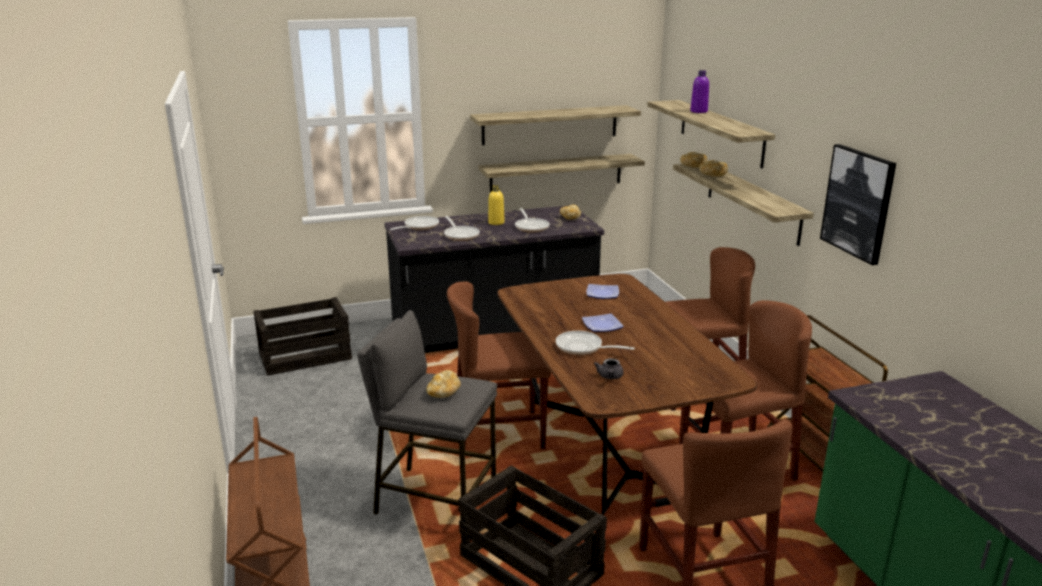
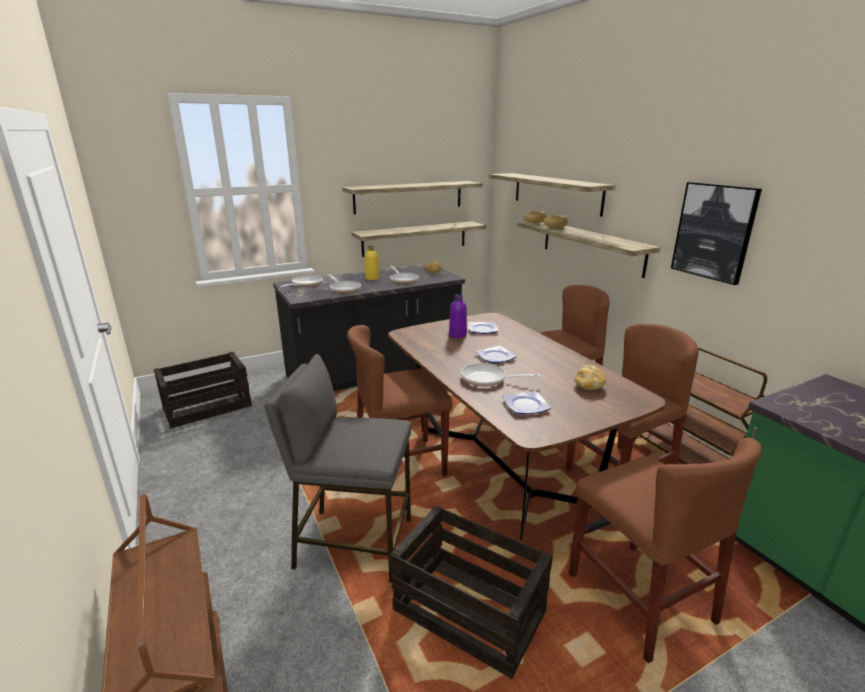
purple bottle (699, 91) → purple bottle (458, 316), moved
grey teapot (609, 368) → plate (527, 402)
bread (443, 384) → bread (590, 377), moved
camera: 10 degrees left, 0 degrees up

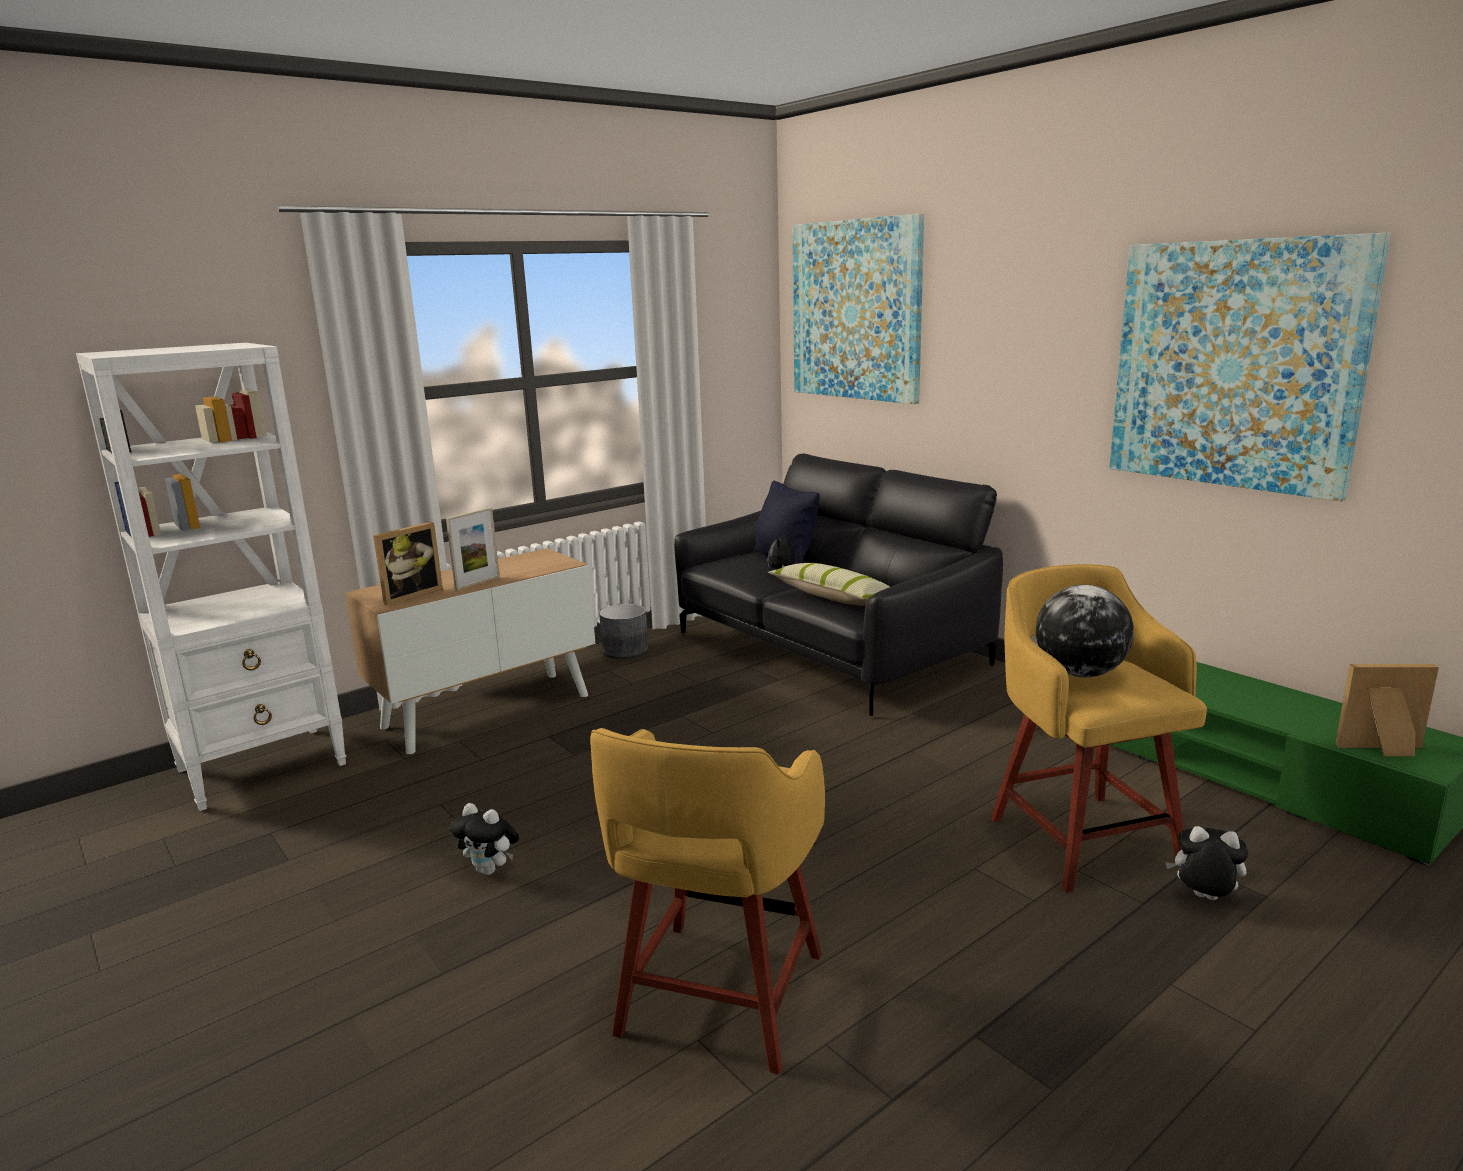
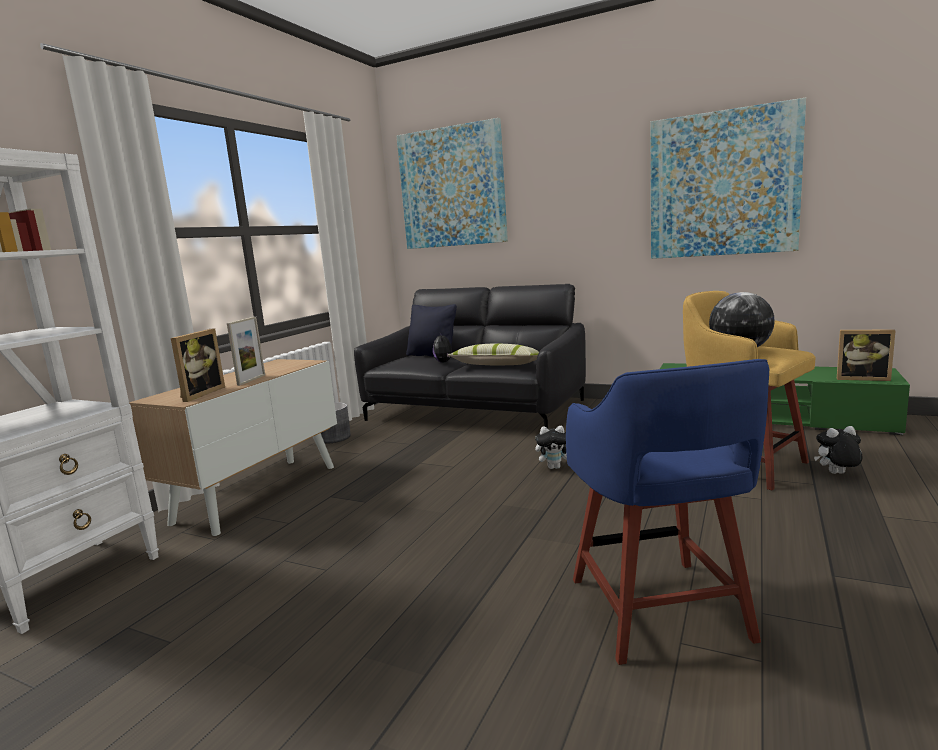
picture frame (1387, 710) → picture frame (866, 355), 135 degrees counterclockwise
yellow stool (707, 901) → blue stool (667, 512)
plush toy (484, 839) → plush toy (551, 447), moved
camera: 25 degrees left, 5 degrees down

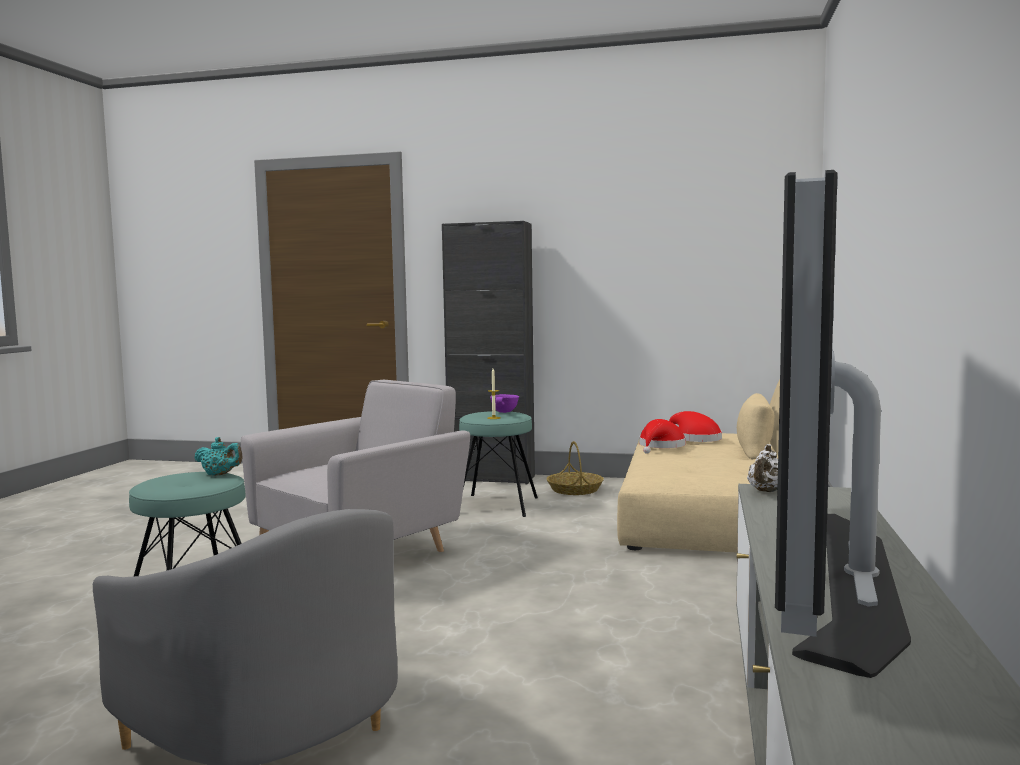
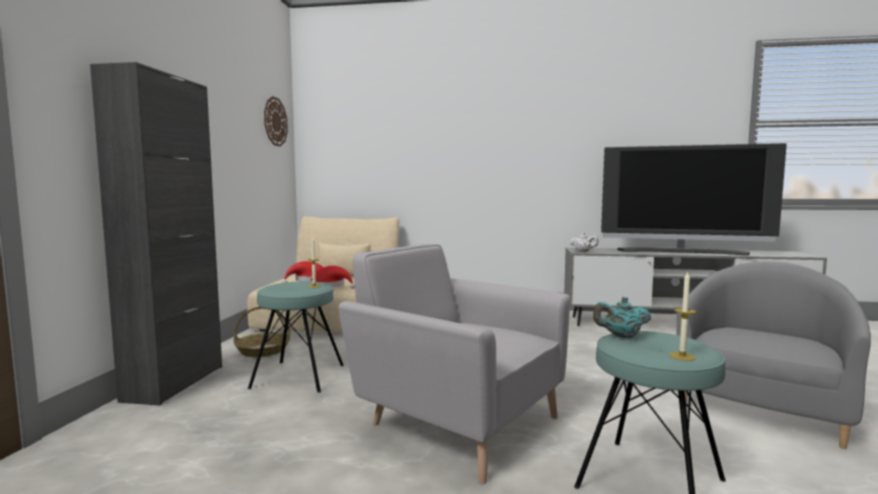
purple bowl (504, 403) → -
turquoise teapot (218, 456) → turquoise teapot (622, 317), 105 degrees counterclockwise
- → wall clock (276, 121)
- → candle (683, 316)
camera: 95 degrees left, 0 degrees up

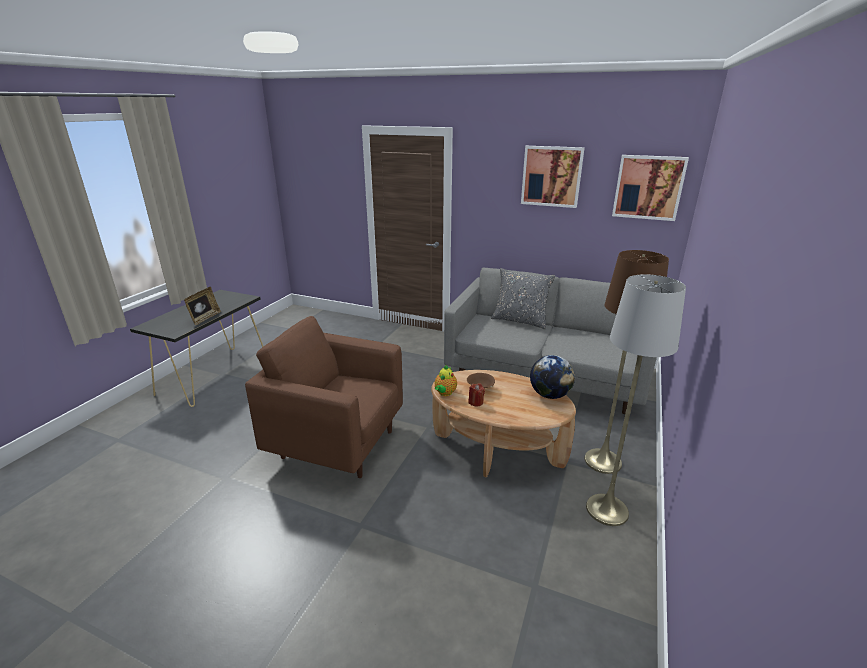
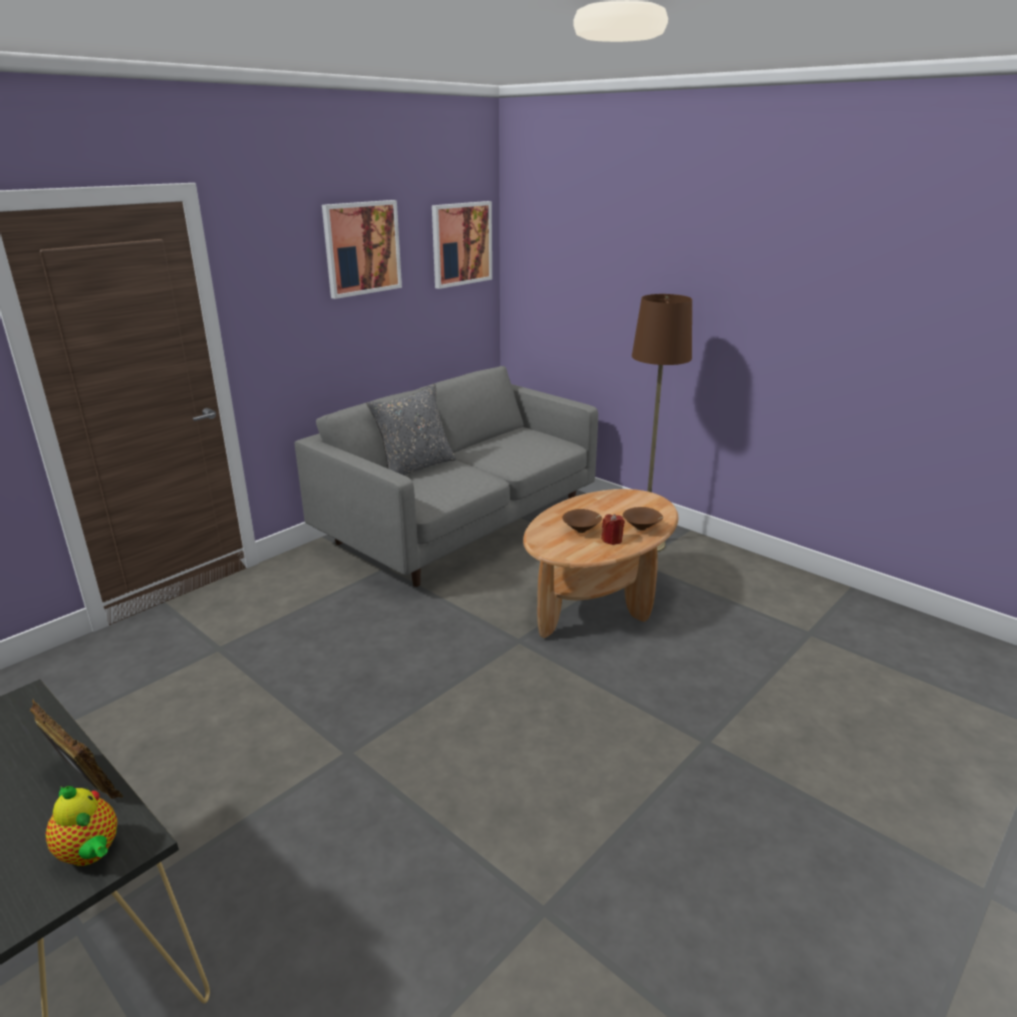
grey floor lamp (636, 400) → -
brown armchair (324, 397) → -
globe (552, 377) → -
teapot (446, 380) → teapot (81, 826), moved
- → brown bowl (643, 519)
camera: 70 degrees left, 0 degrees up

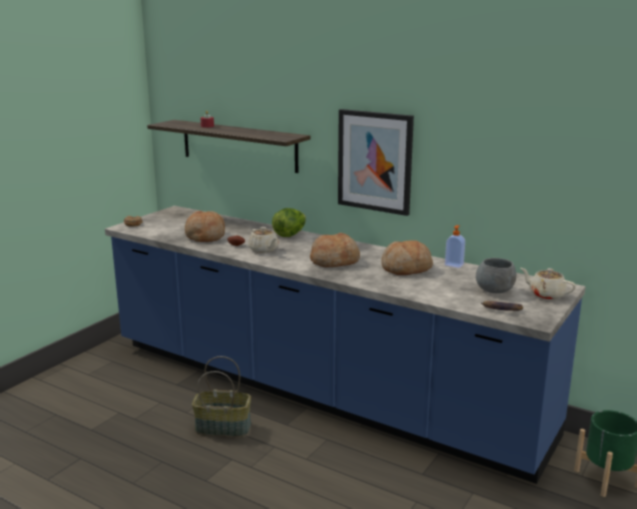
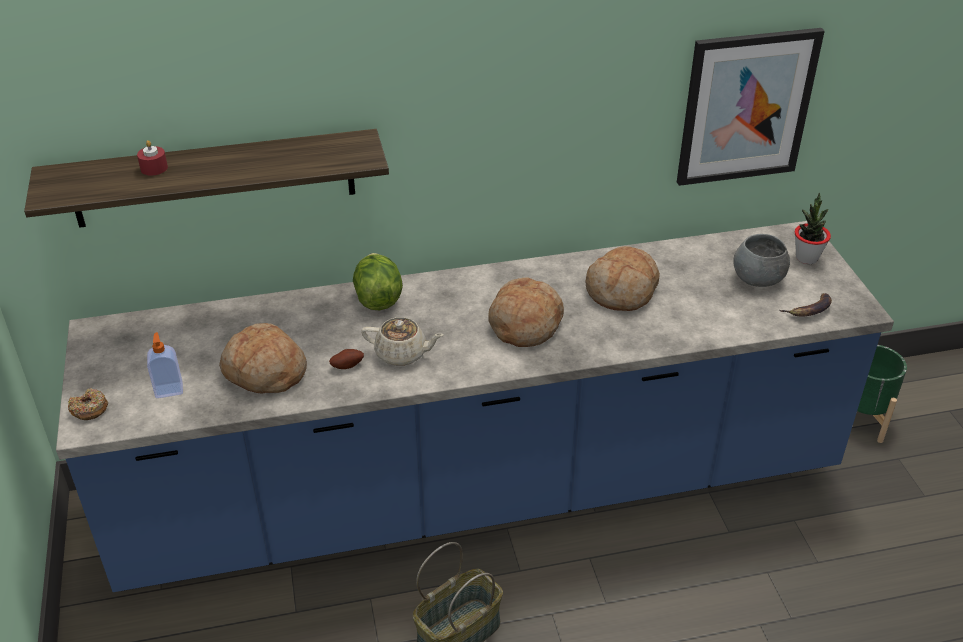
picture (376, 162) → picture (751, 107), moved
soap dispenser (455, 246) → soap dispenser (165, 365), moved
beige teapot (548, 284) → potted plant (813, 228)
camera: 45 degrees left, 20 degrees up

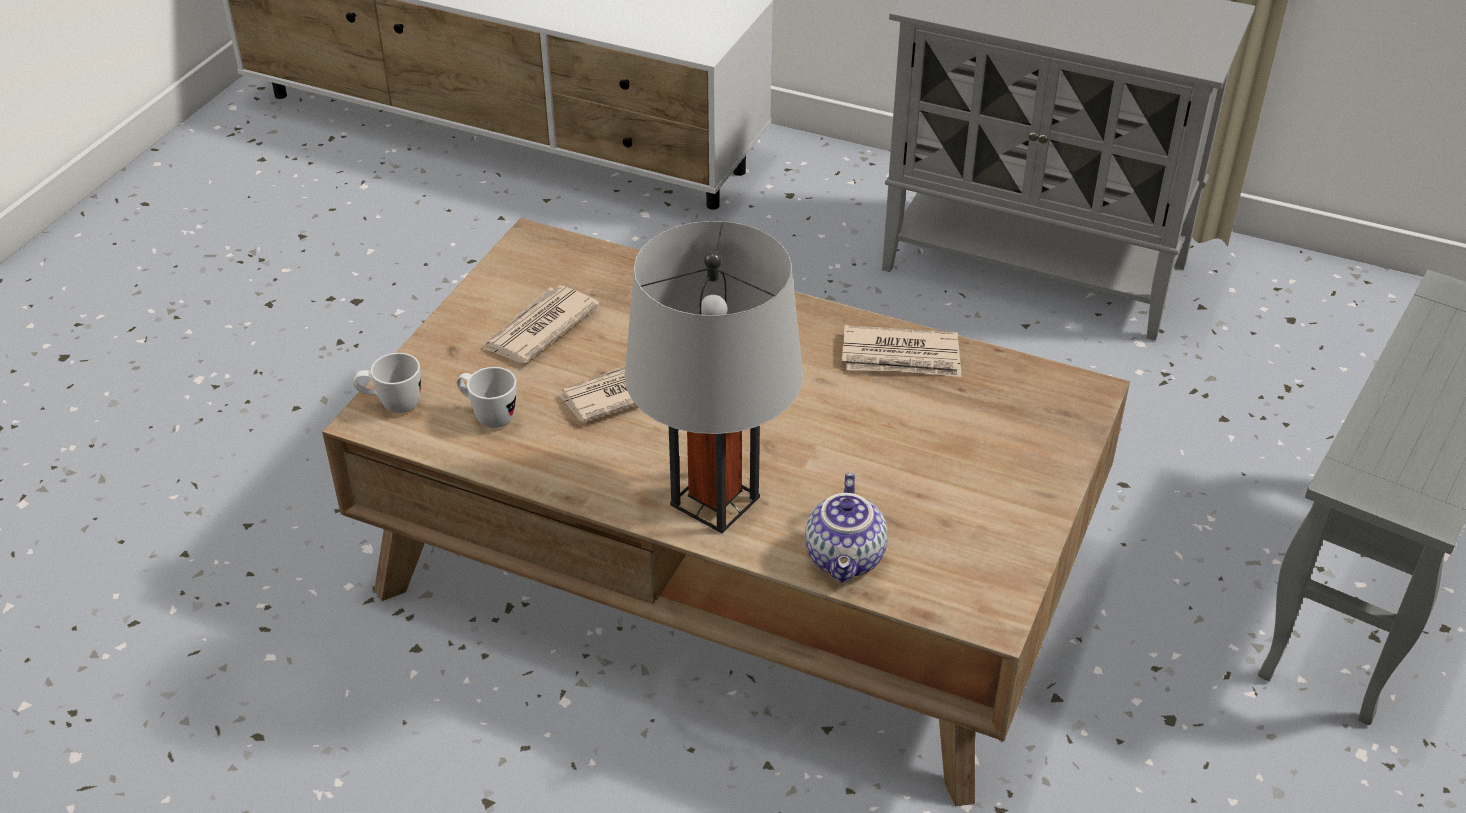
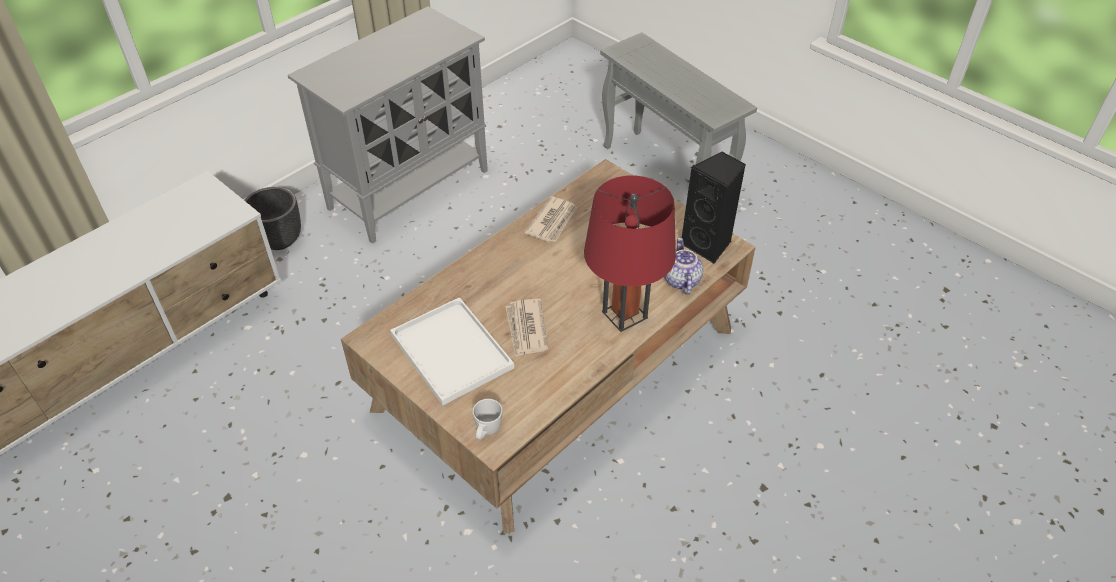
grey table lamp (713, 377) → red table lamp (630, 254)
newspaper (541, 324) → white tray (452, 351)
white mug (487, 397) → -
teapot (846, 528) → teapot (684, 266), 120 degrees counterclockwise
- → black speaker (714, 207)
- → black planter (272, 218)
camera: 70 degrees left, 5 degrees up

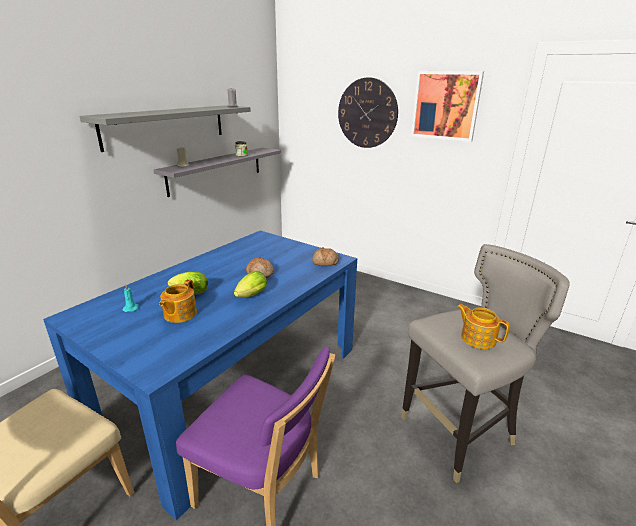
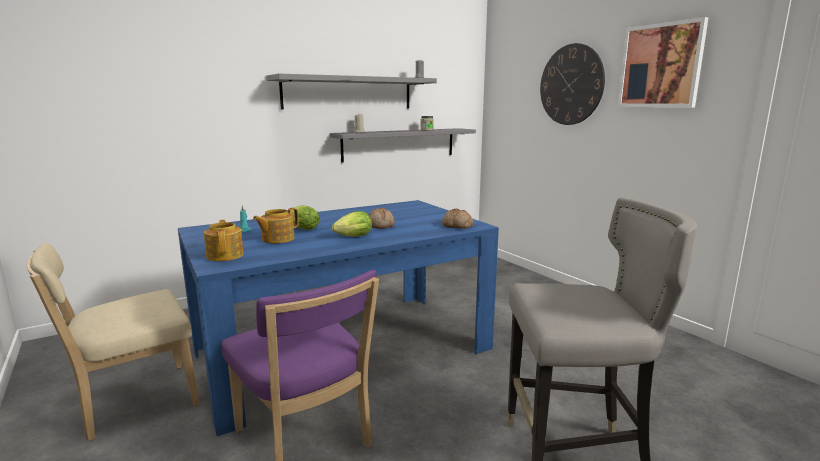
teapot (483, 326) → teapot (224, 240), moved
camera: 25 degrees right, 10 degrees down

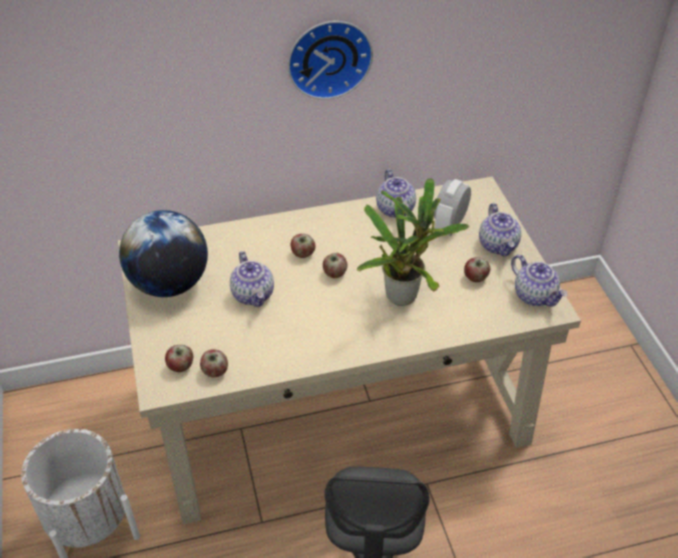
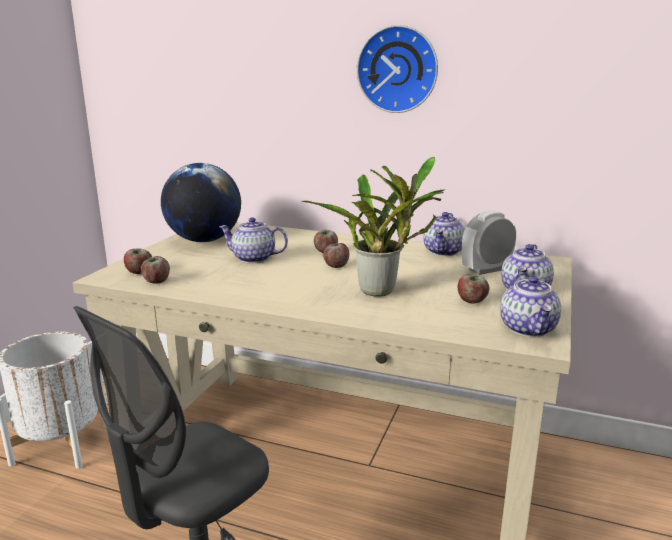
teapot (252, 279) → teapot (253, 240), 90 degrees clockwise
camera: 35 degrees right, 25 degrees down

